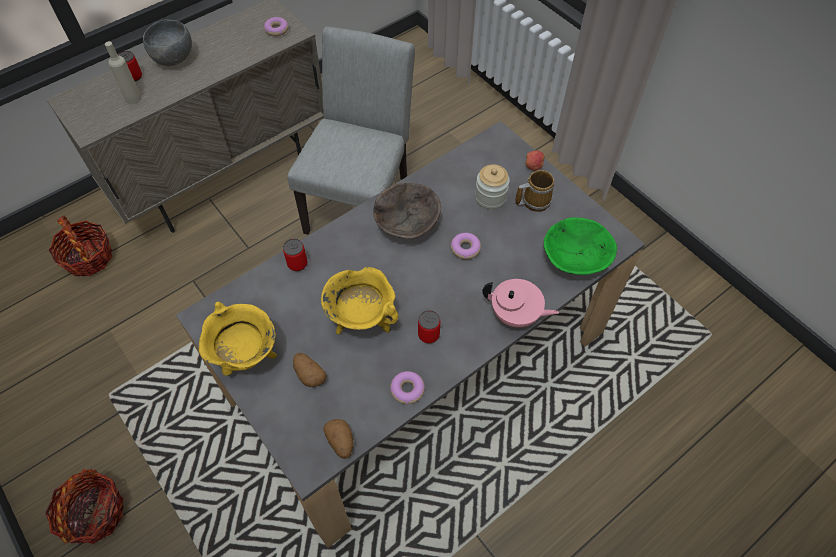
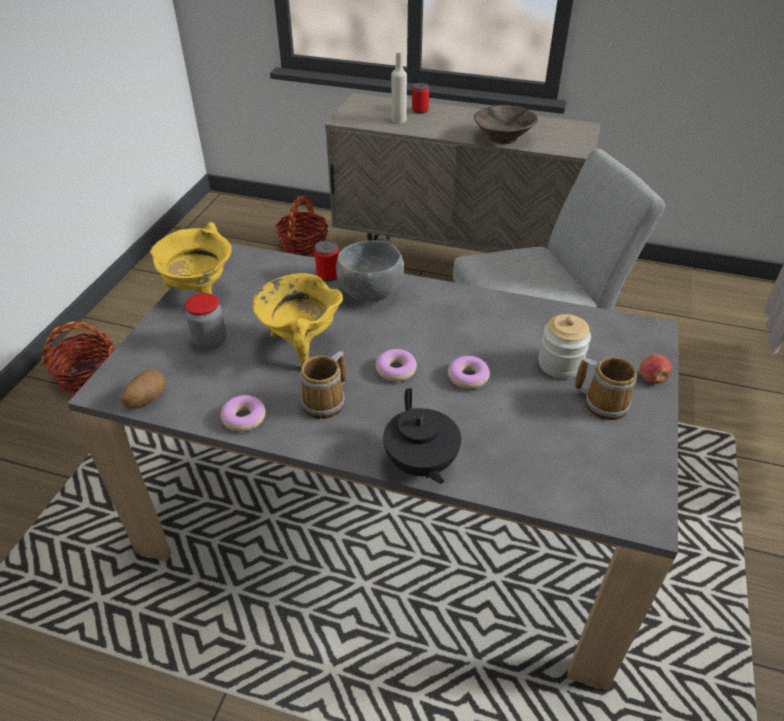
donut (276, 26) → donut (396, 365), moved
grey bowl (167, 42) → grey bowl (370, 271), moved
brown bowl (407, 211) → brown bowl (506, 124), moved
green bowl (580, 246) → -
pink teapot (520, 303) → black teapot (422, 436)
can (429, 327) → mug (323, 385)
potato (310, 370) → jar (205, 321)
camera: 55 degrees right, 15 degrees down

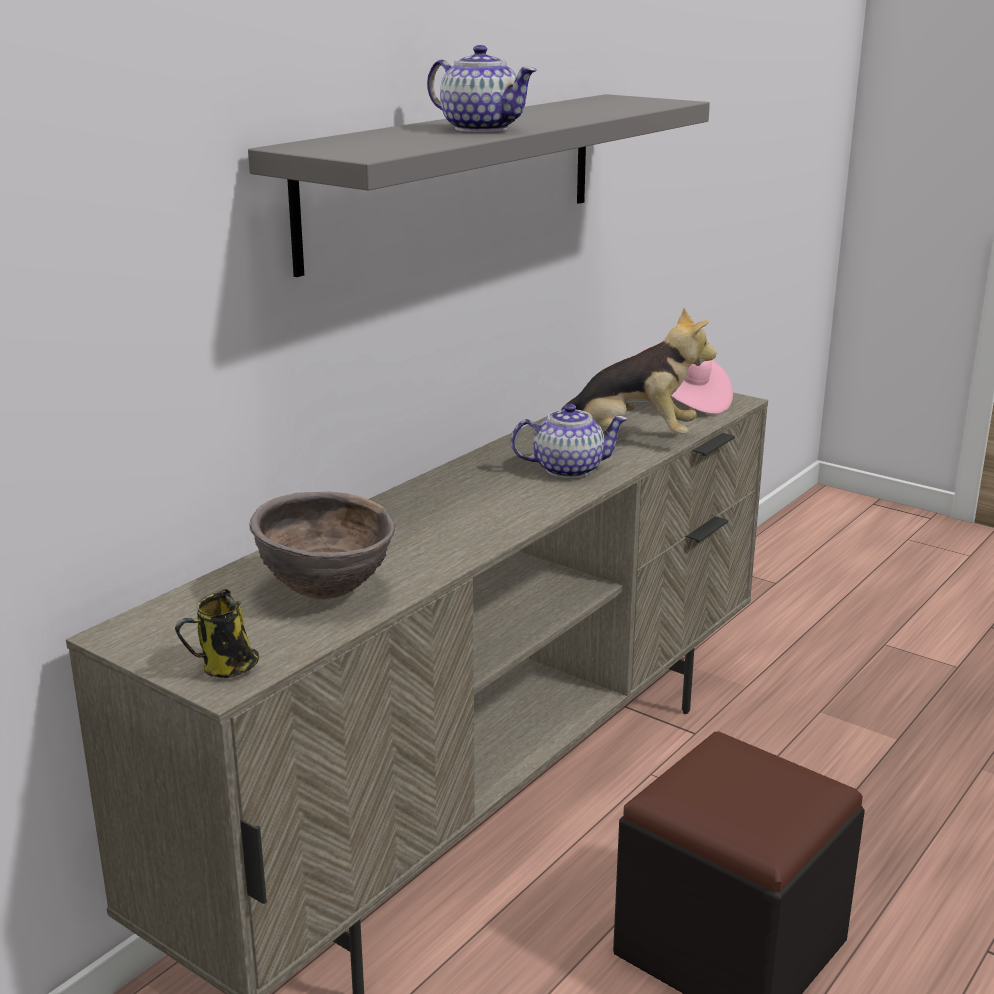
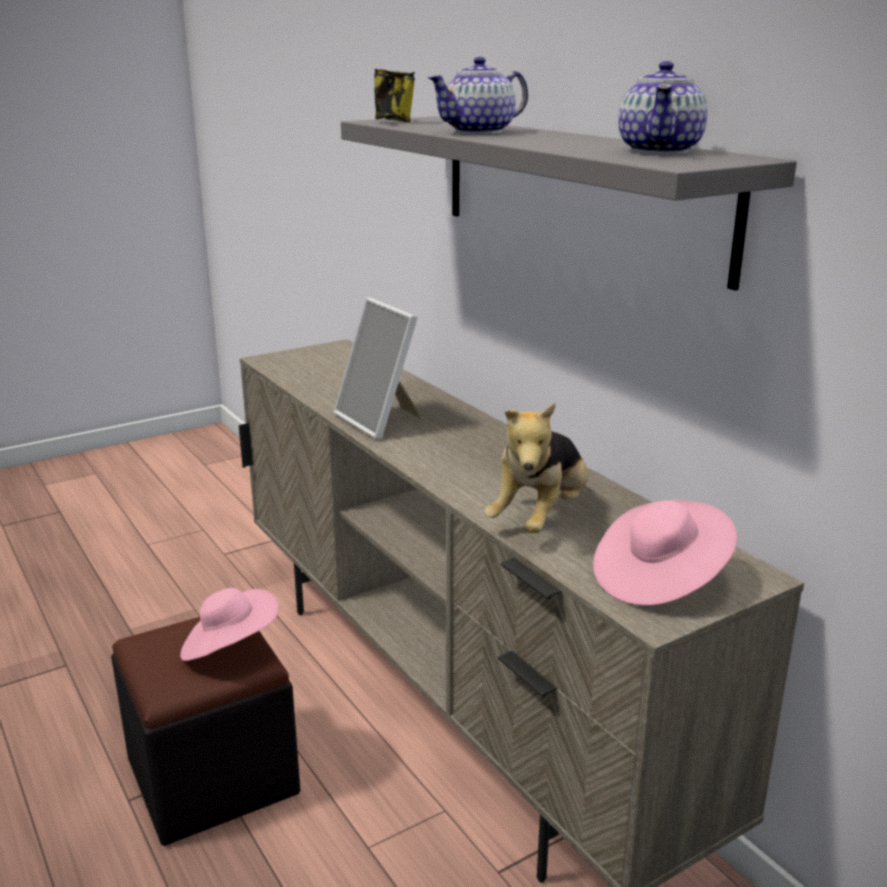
teapot (569, 441) → teapot (663, 107), moved
brown bowl (322, 546) → -
mug (217, 633) → mug (394, 95), moved
- → picture frame (378, 368)
- → pink hat (229, 624)
camera: 110 degrees right, 0 degrees up

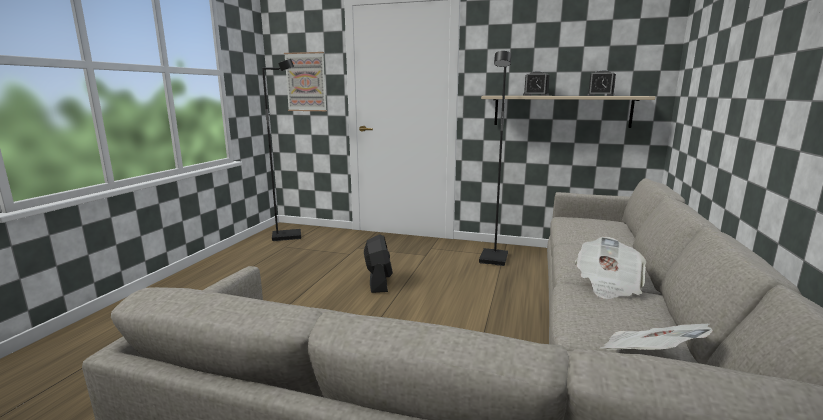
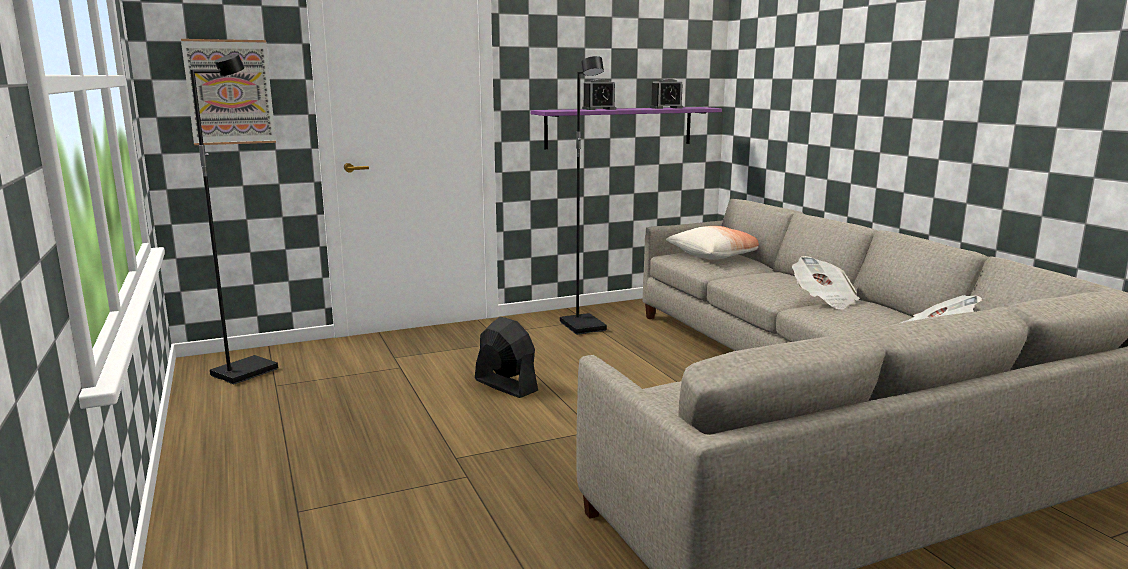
beige shelf (568, 112) → purple shelf (626, 128)
- → pillow (712, 243)
camera: 40 degrees left, 0 degrees up

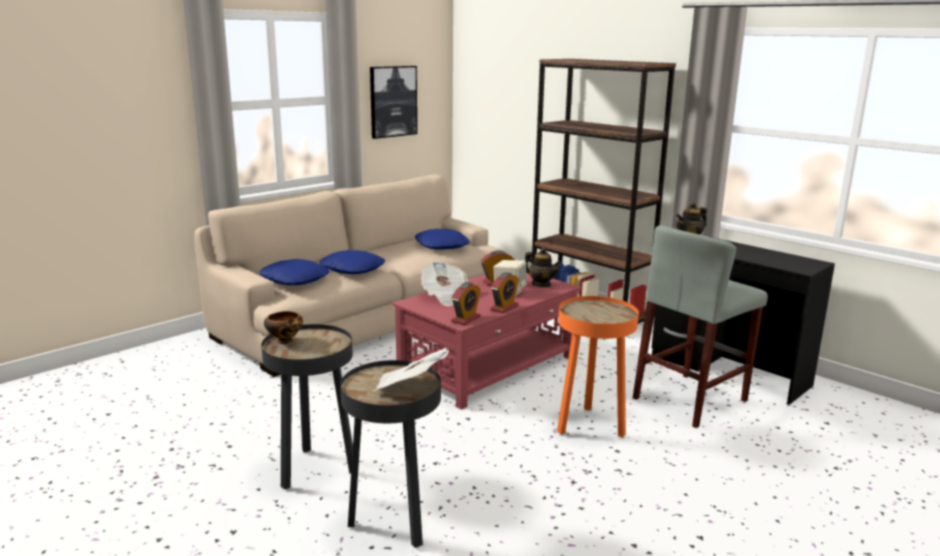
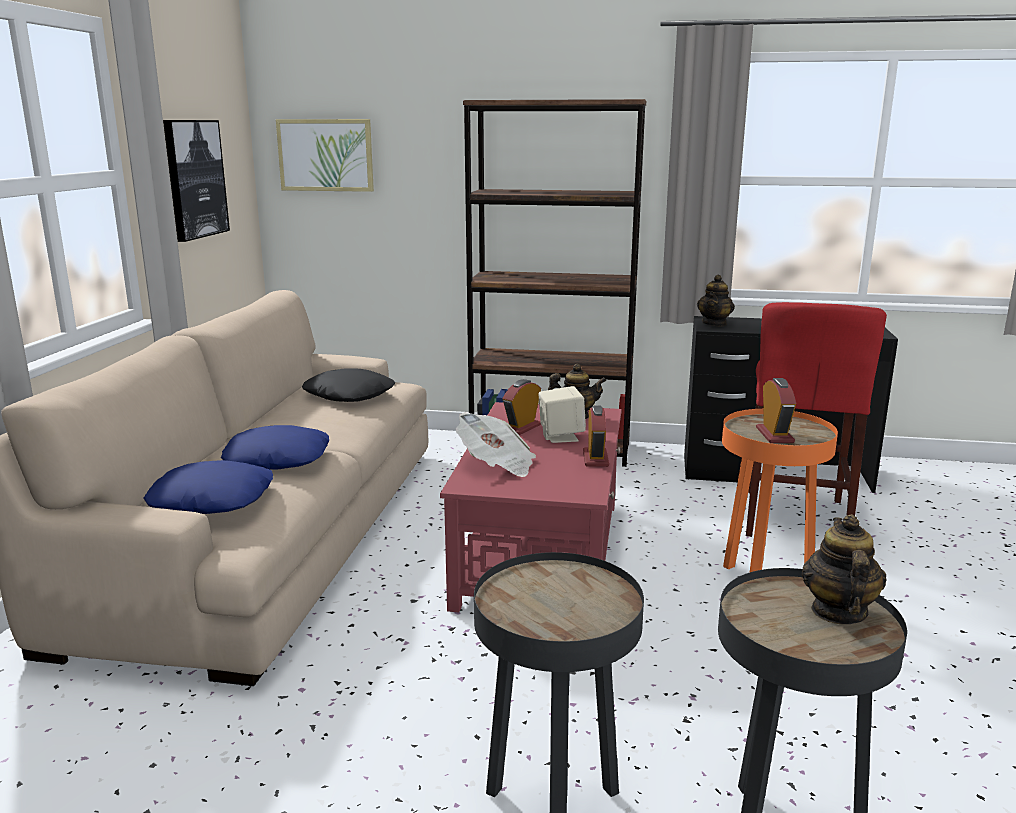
grey stool (700, 326) → red stool (816, 419)
blue pillow (442, 239) → black pillow (348, 385)
alarm clock (466, 303) → alarm clock (776, 410), moved
bowl (283, 327) → -
newspaper (411, 369) → teapot (844, 569)
- → picture (325, 155)
camera: 35 degrees left, 0 degrees up

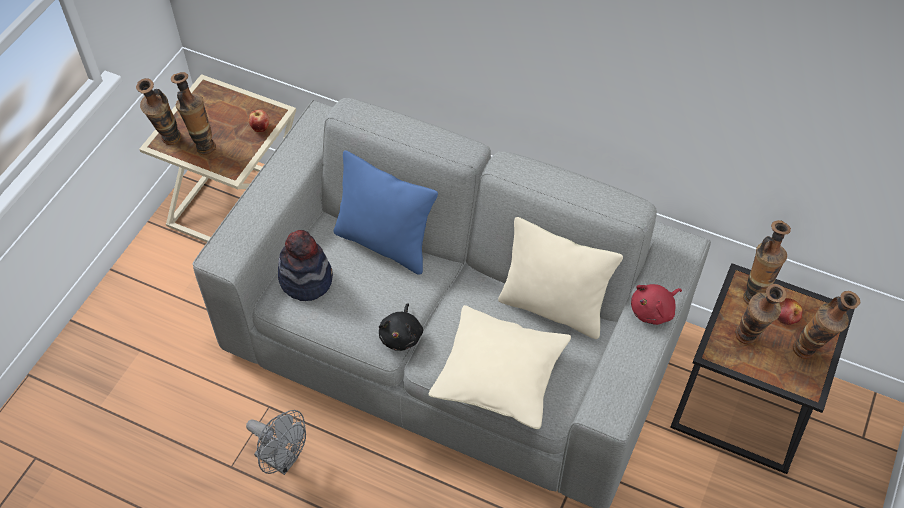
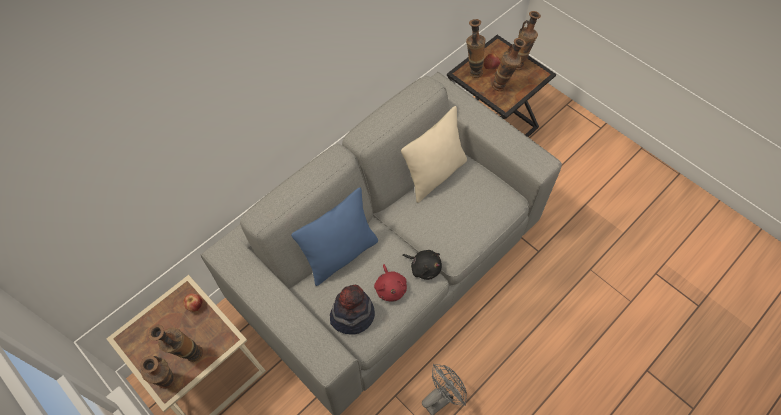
red plush toy (656, 304) → red plush toy (390, 283), moved
beige pillow (499, 367) → -
camera: 70 degrees left, 5 degrees up

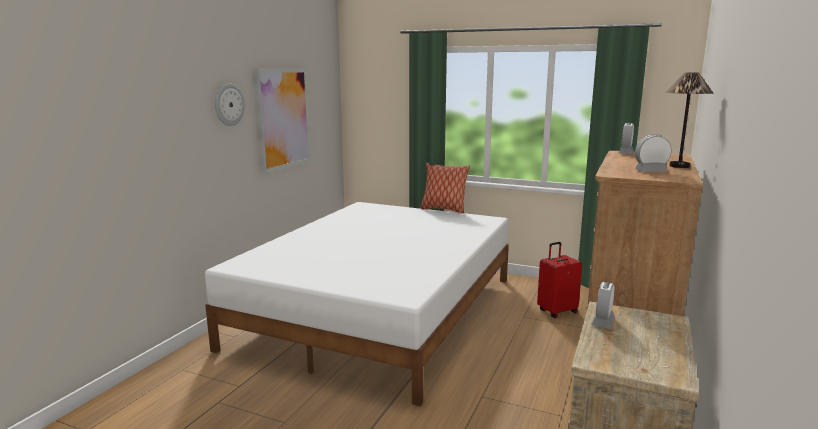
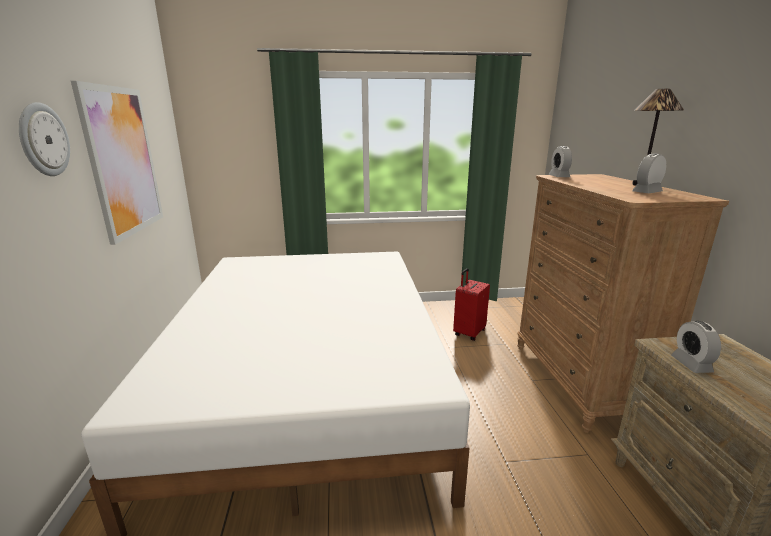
pillow (445, 188) → -
camera: 30 degrees left, 5 degrees up

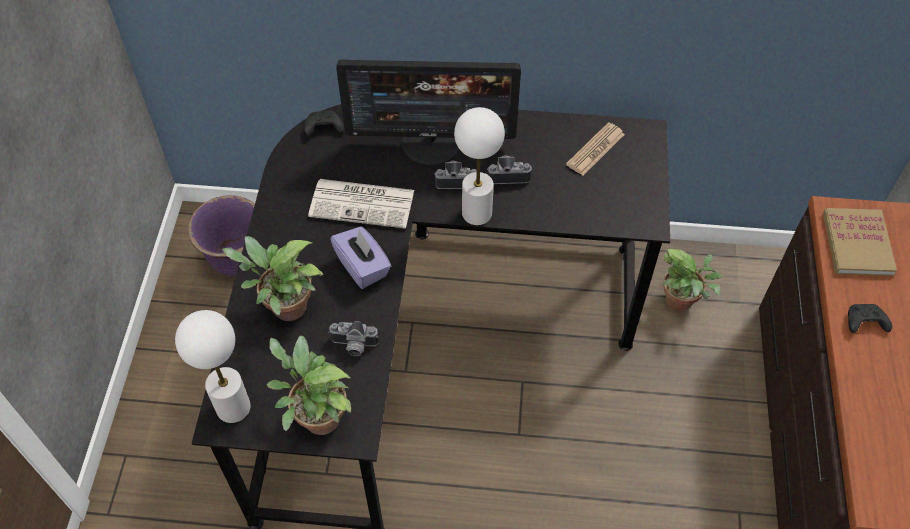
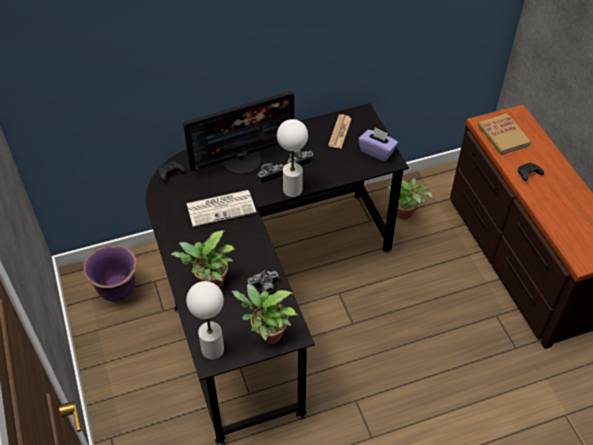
purple tissue box (360, 257) → purple tissue box (378, 144), moved
camera: 25 degrees left, 5 degrees down

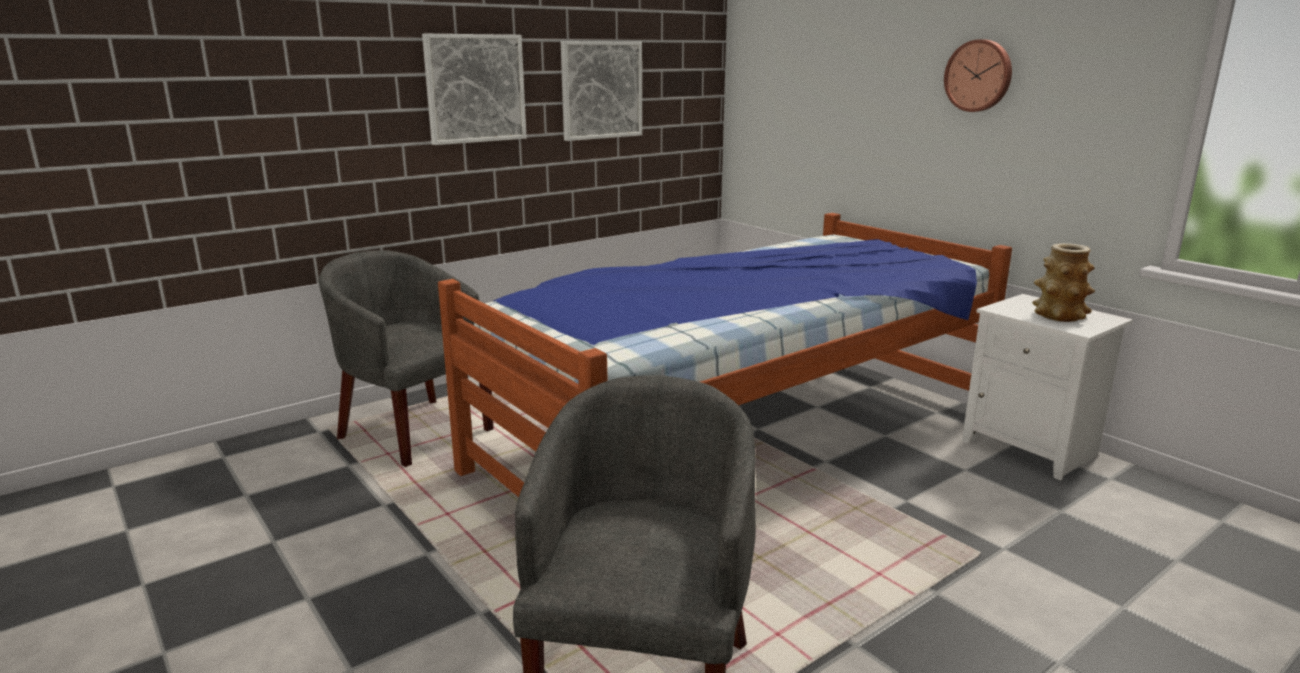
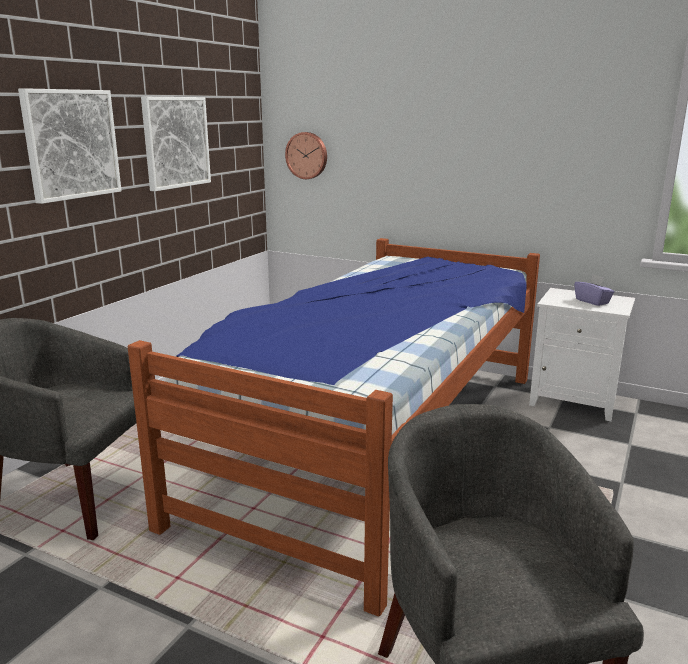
wall clock (978, 75) → wall clock (306, 155), moved
vase (1063, 282) → purple tissue box (594, 290)
camera: 25 degrees left, 0 degrees up

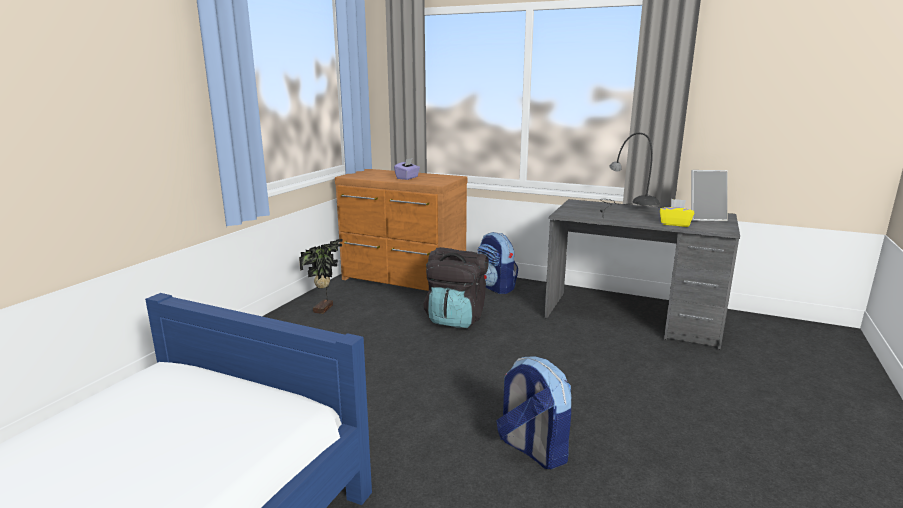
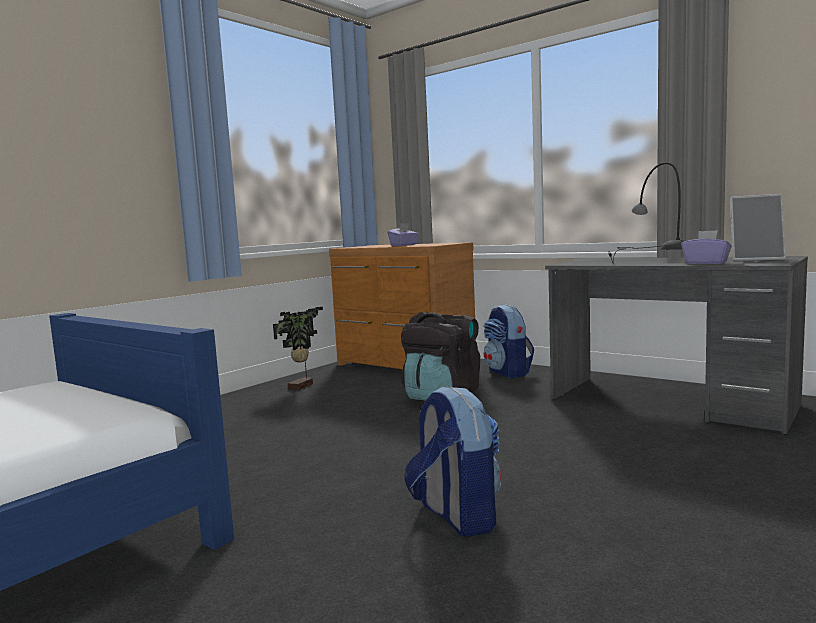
yellow tissue box (677, 213) → purple tissue box (706, 247)
camera: 15 degrees right, 10 degrees down

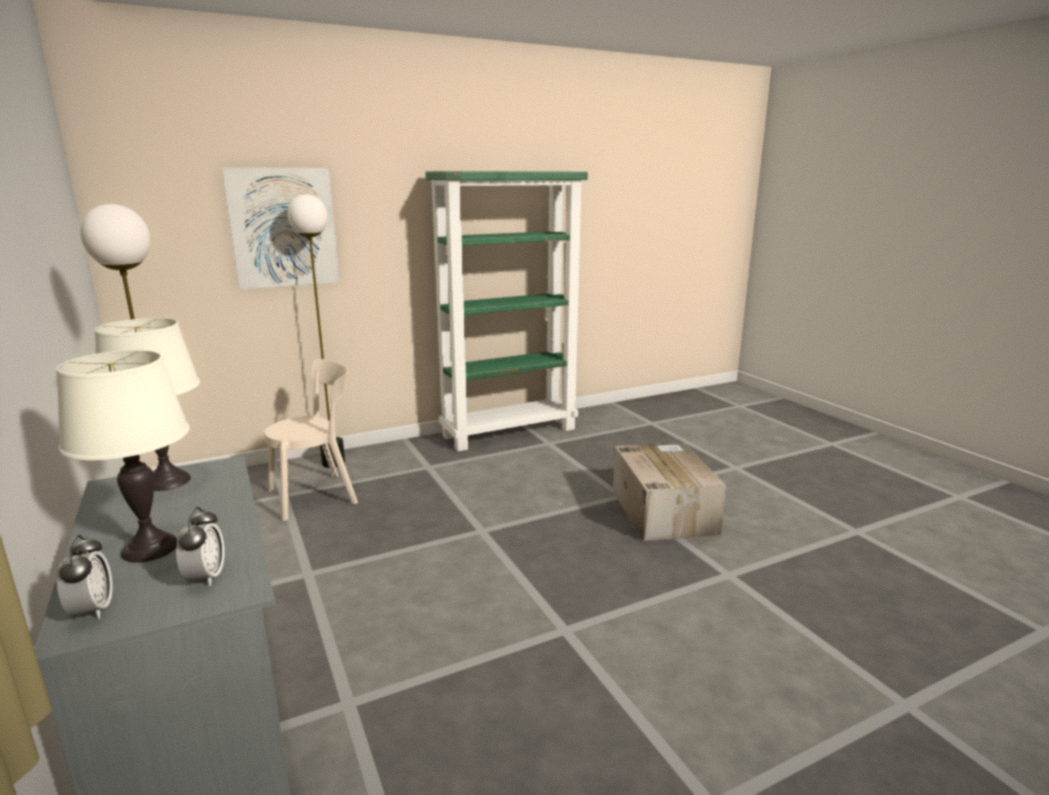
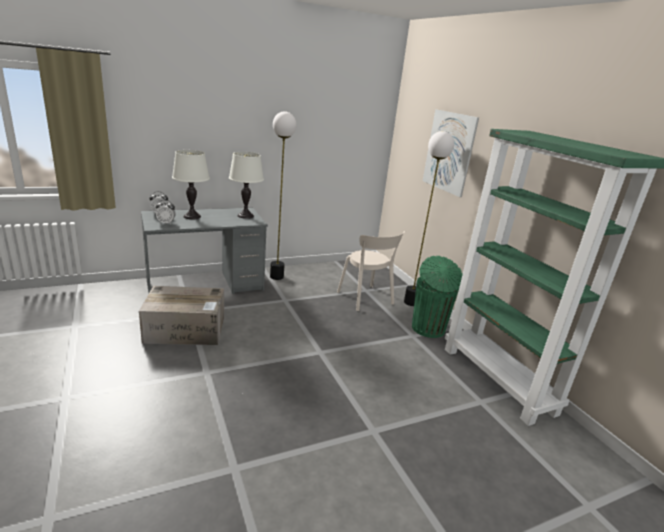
cardboard box (669, 492) → cardboard box (181, 315), moved
- → green trash can (437, 297)
camera: 90 degrees right, 5 degrees up

